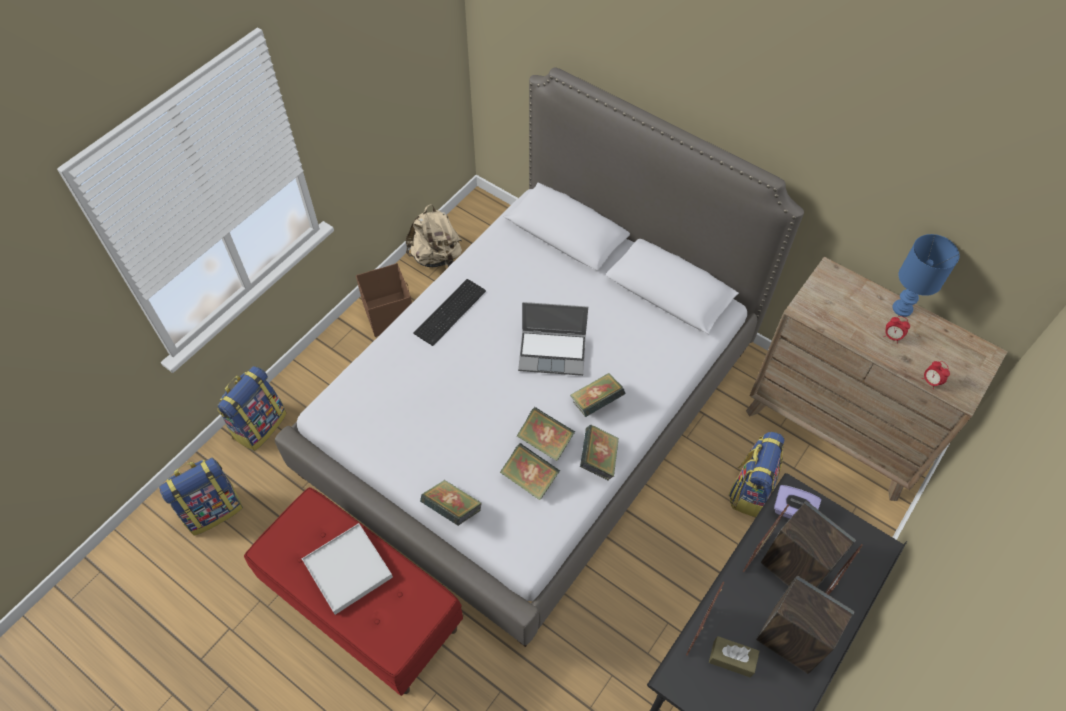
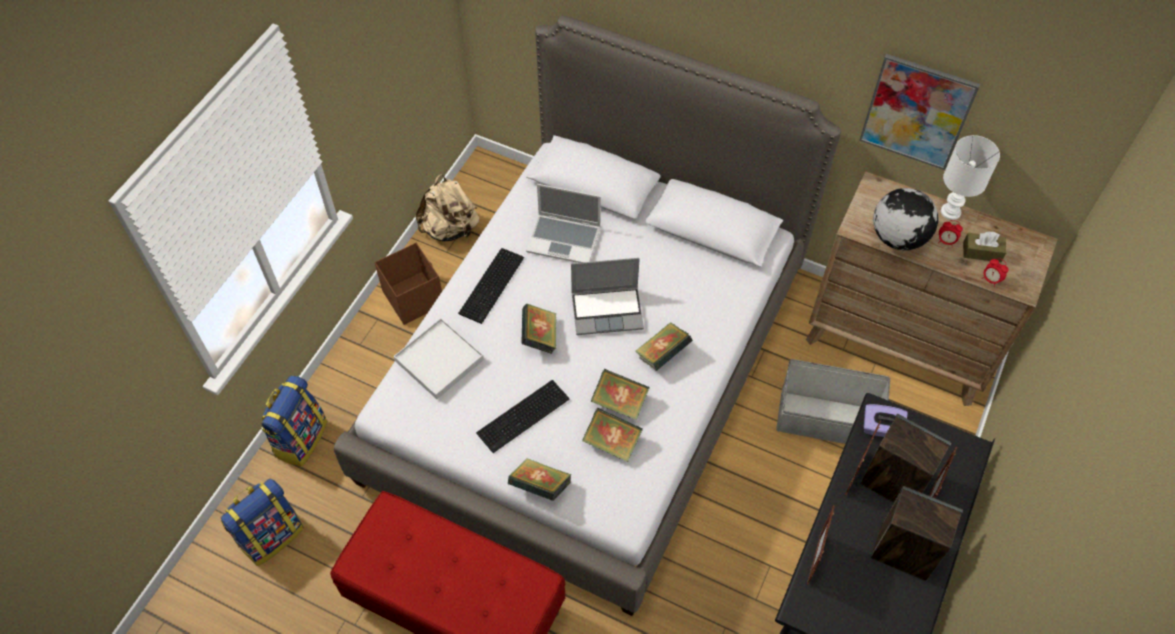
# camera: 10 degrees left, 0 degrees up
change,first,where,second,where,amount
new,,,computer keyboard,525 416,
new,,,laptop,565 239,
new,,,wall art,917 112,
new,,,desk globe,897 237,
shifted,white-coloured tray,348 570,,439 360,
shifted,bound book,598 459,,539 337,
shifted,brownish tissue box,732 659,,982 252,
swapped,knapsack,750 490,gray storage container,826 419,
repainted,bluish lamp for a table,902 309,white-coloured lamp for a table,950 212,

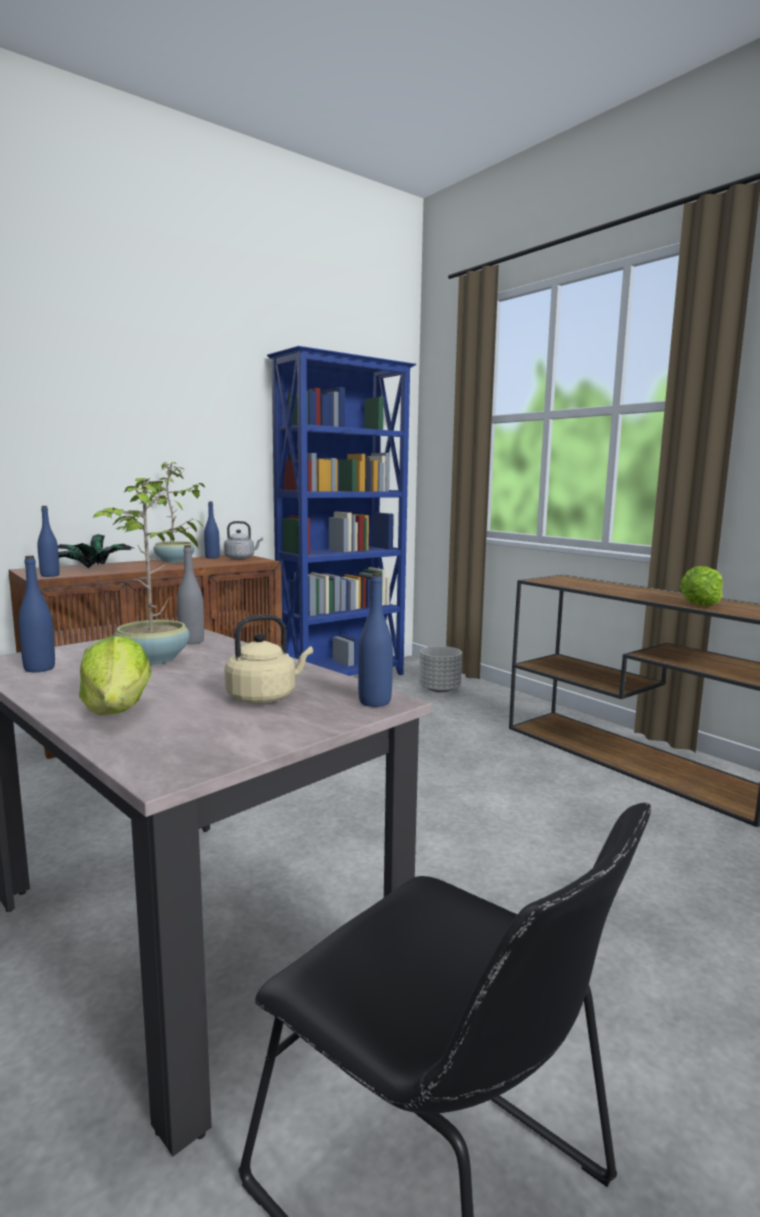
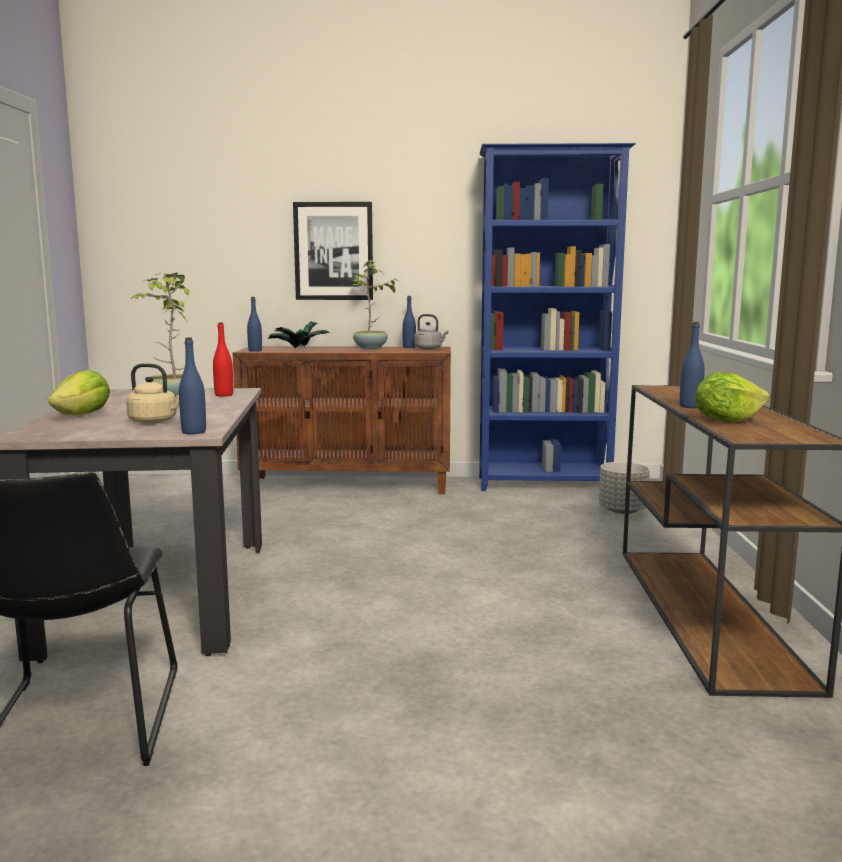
# camera: 40 degrees right, 0 degrees up
change,first,where,second,where,amount
new,,,wall art,333 251,
shifted,bluish beverage bottle,39 668,,690 406,
repainted,gray beverage bottle,191 641,red-coloured beverage bottle,224 395,

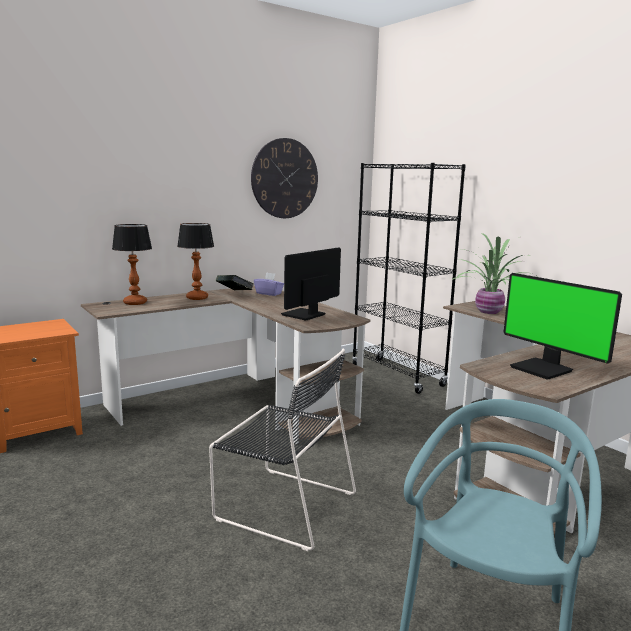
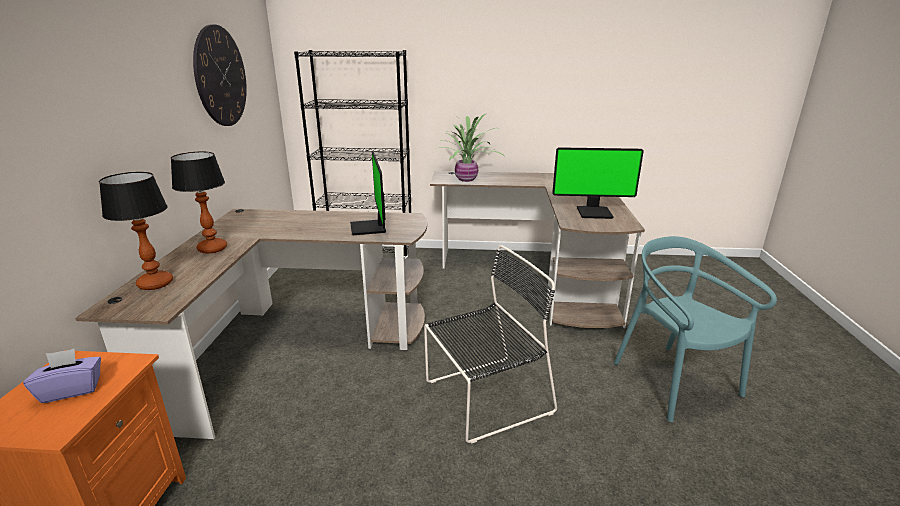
# camera: 50 degrees left, 10 degrees up
change,first,where,second,where,amount
gone,bound book,234 294,,,
shifted,purple tissue box,269 293,,72 390,

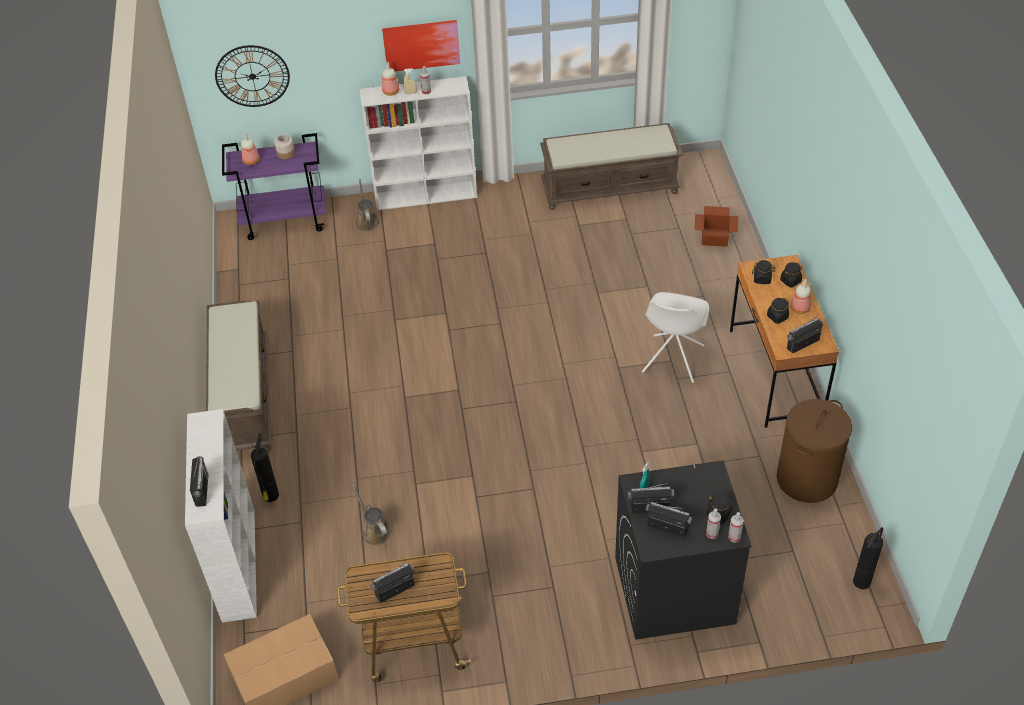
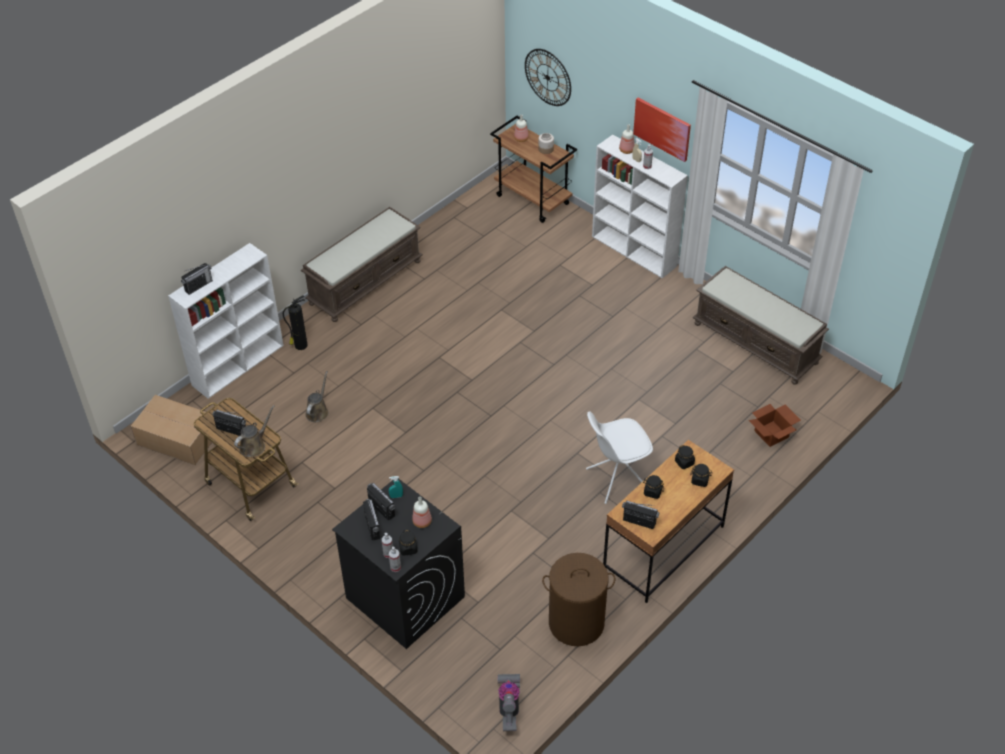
# camera: 50 degrees right, 0 degrees up
change,first,where,second,where,amount
shifted,brownish watering can,367 221,,254 445,
shifted,beverage bottle,799 308,,422 521,
swapped,extinguisher,862 581,vacuum,509 707,
repainted,purple trolley,285 220,brownish trolley,533 200,

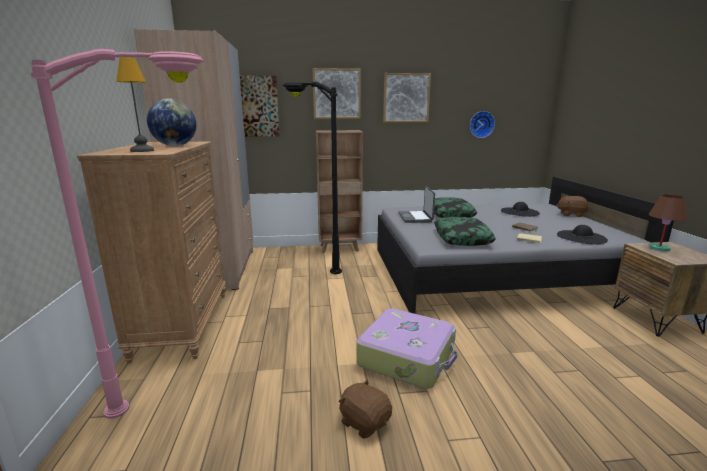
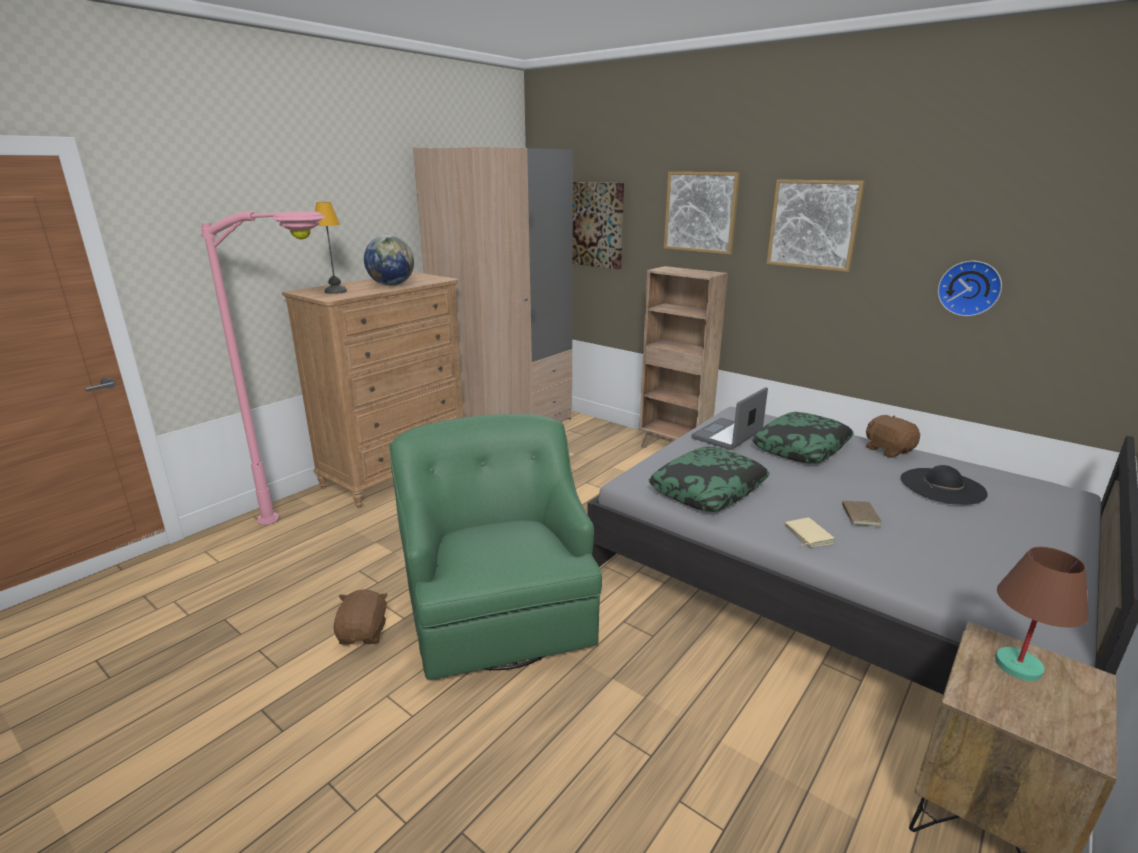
# camera: 45 degrees right, 5 degrees up
change,first,where,second,where,amount
gone,black-coloured standard lamp,311 262,,,
gone,black-coloured clothing hat,581 237,,,
shifted,brownish soft toy,571 214,,888 450,
swapped,suitcase,407 357,green-coloured armchair,498 607,

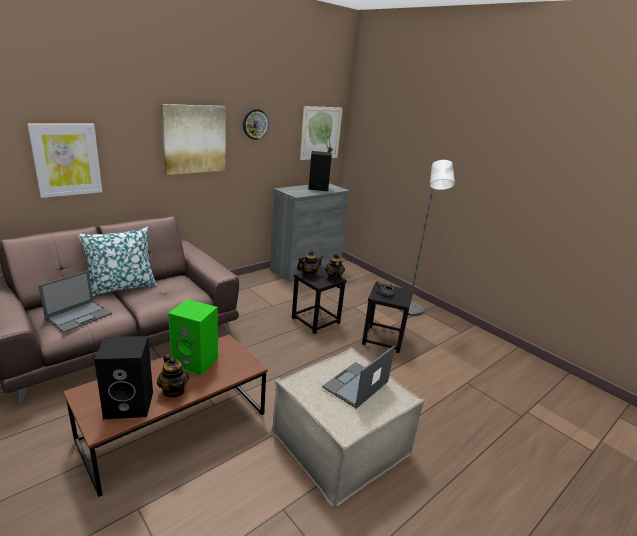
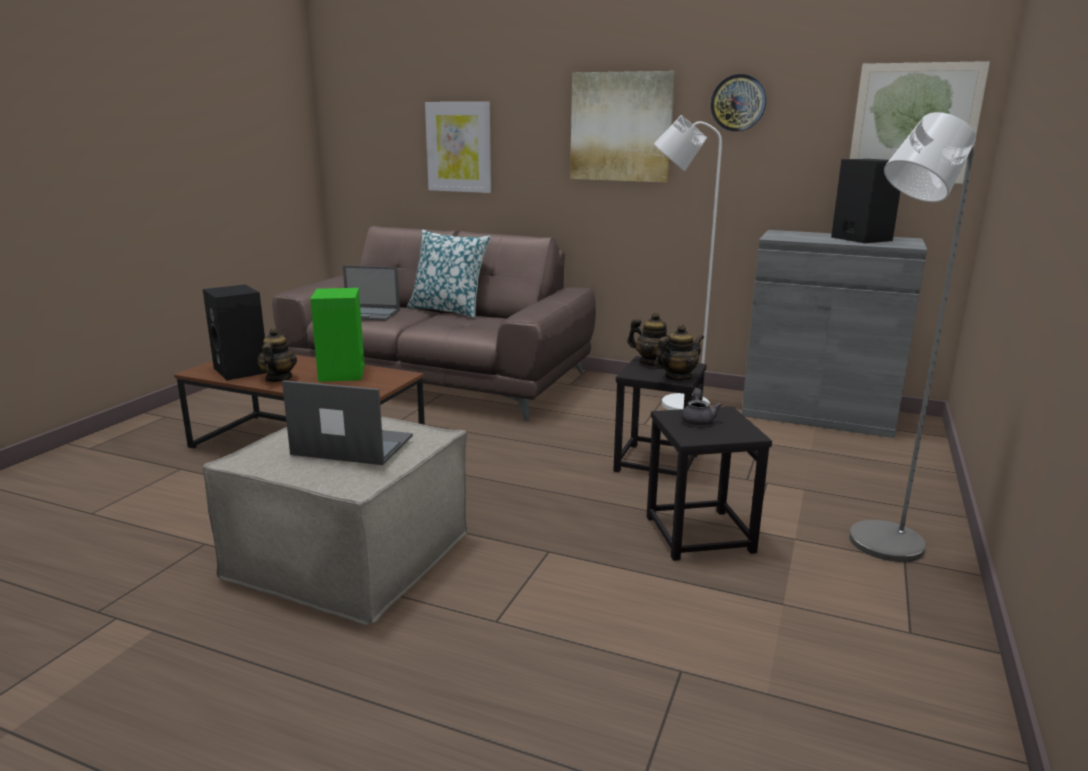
# camera: 65 degrees right, 5 degrees down
change,first,where,second,where,amount
new,,,white-coloured standard lamp,675 404,
rotated,pot for tea,174 391,,278 378,150 degrees clockwise

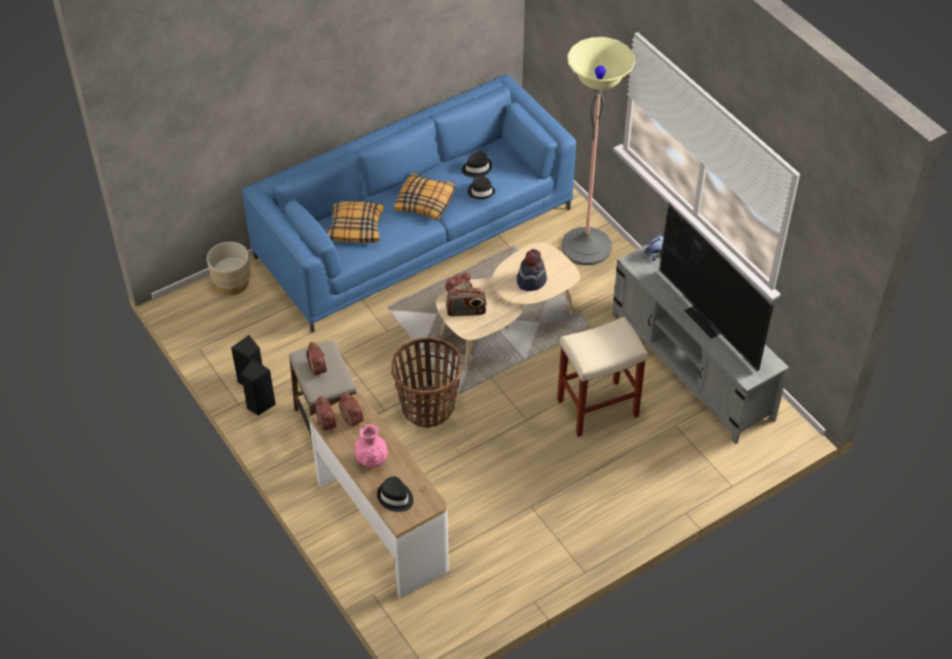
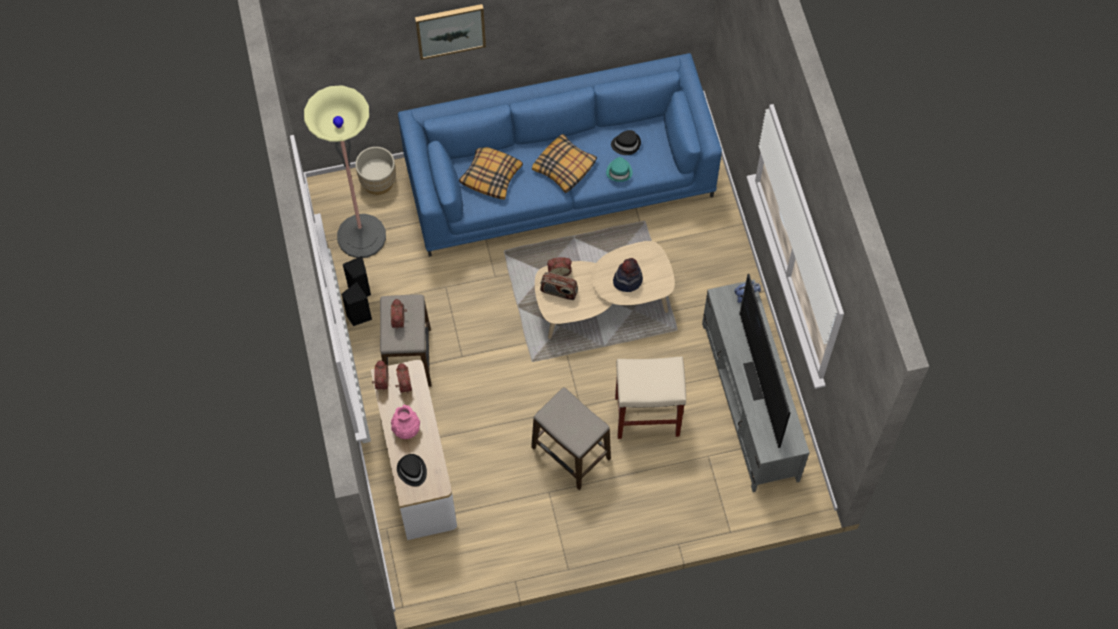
# camera: 20 degrees right, 15 degrees up
change,first,where,second,where,amount
gone,basket,428 407,,,
new,,,wall art,450 30,
new,,,stool seat,571 453,
shifted,standard lamp,586 247,,361 236,
repainted,black-coloured clothing hat,481 191,turquoise clothing hat,619 171,

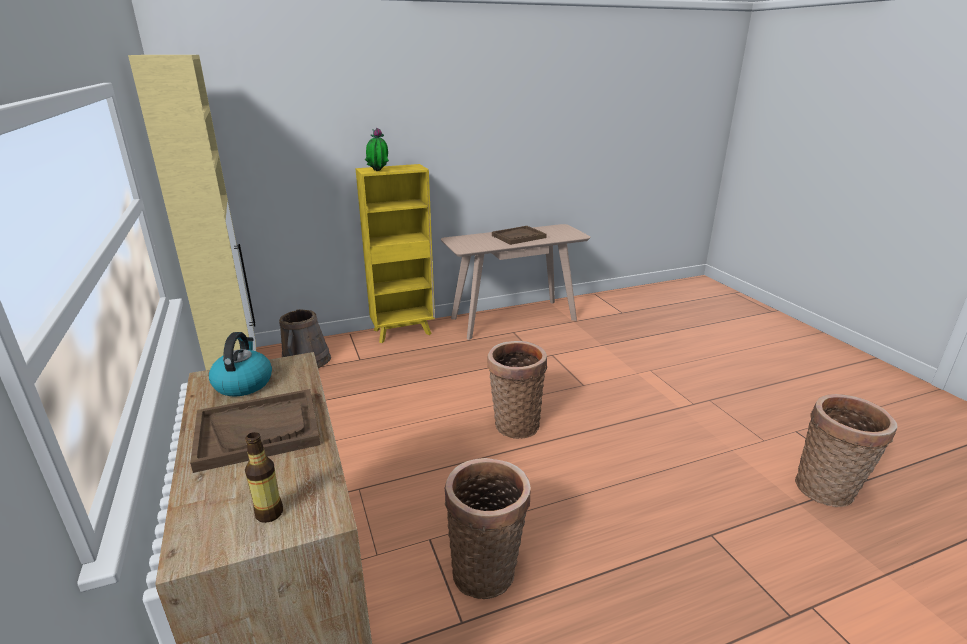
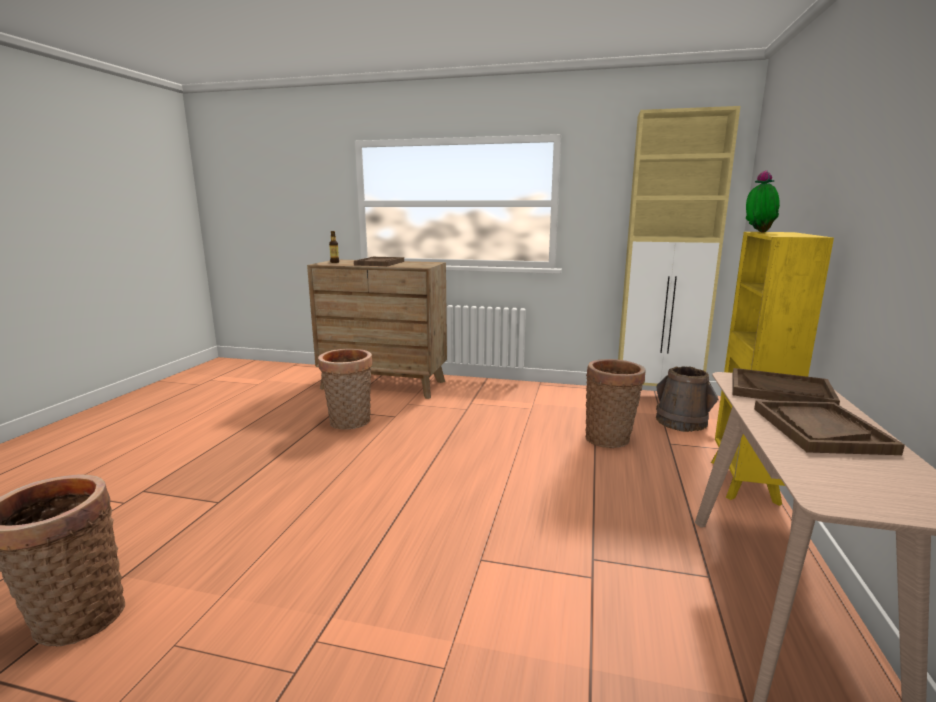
# camera: 125 degrees right, 10 degrees down
change,first,where,second,where,amount
gone,tea kettle,243 383,,,
new,,,brownish tray,780 391,
shifted,basket,515 423,,610 439,

